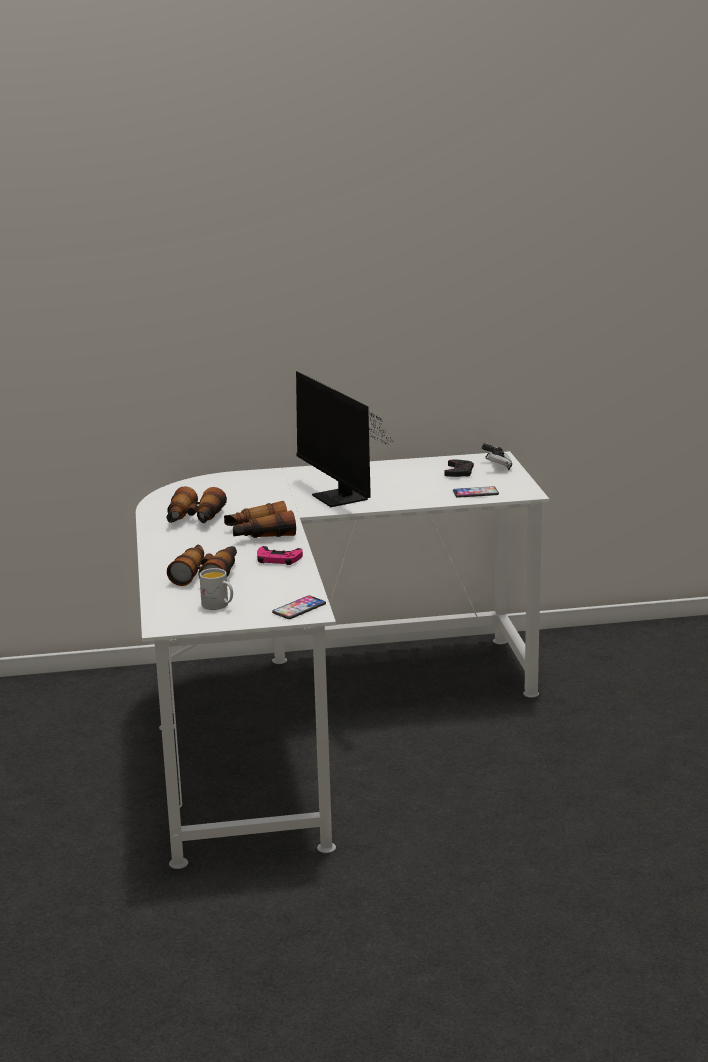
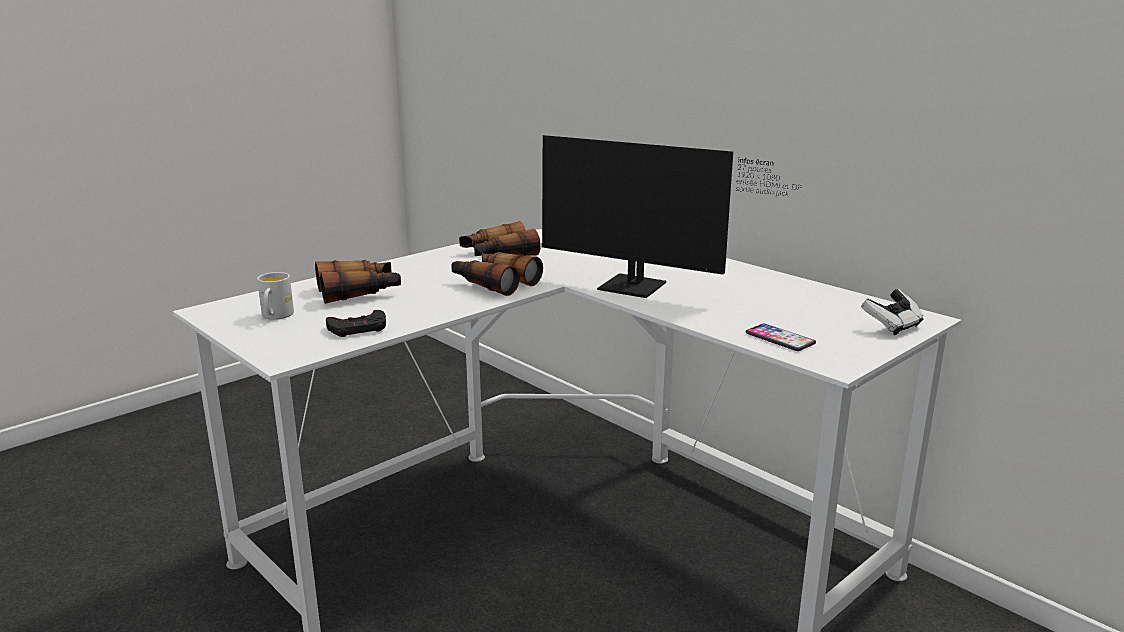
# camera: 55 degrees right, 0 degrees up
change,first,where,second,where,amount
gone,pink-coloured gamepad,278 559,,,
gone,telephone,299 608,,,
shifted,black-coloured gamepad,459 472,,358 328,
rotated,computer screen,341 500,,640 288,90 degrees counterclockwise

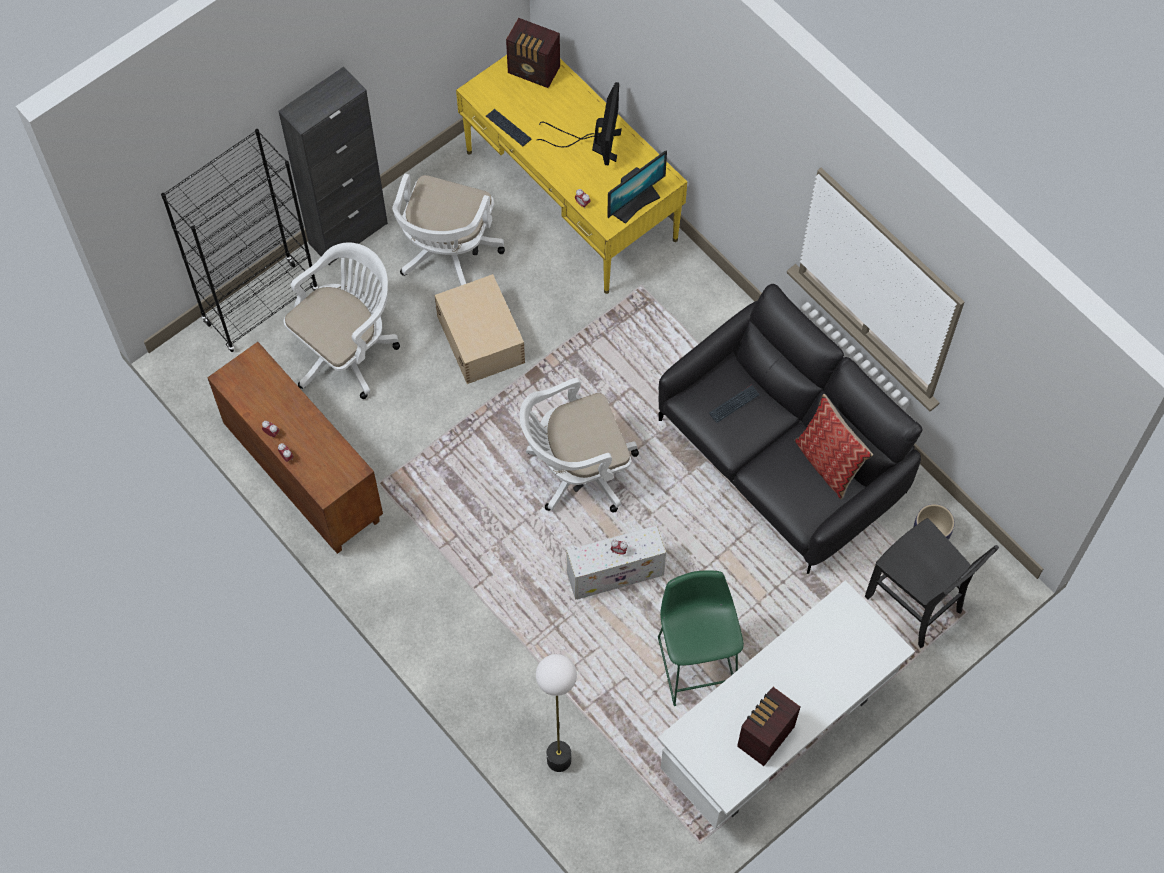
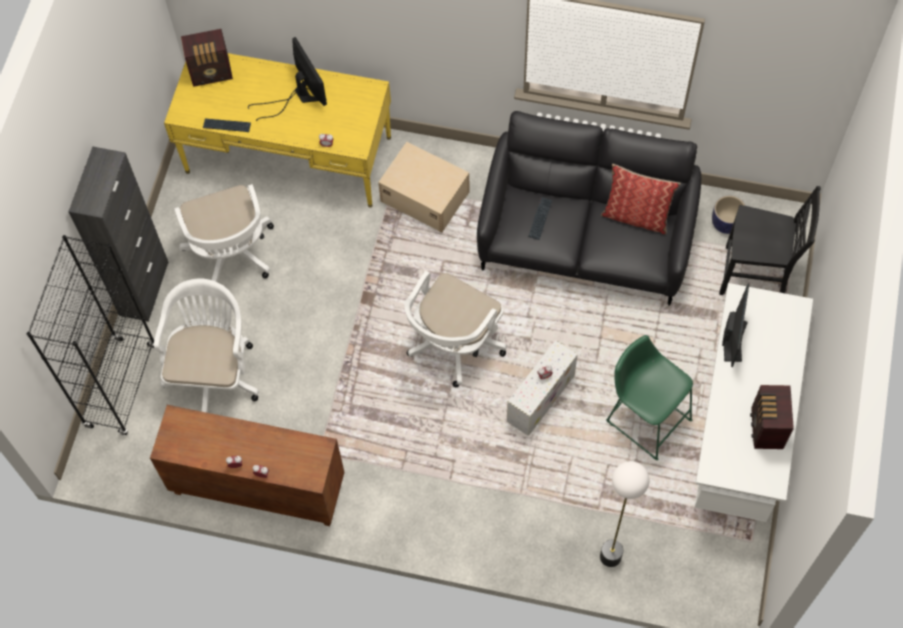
# camera: 35 degrees left, 0 degrees up
change,first,where,second,where,amount
shifted,beige storage container,481 338,,424 196,
shifted,computer screen,635 203,,733 340,

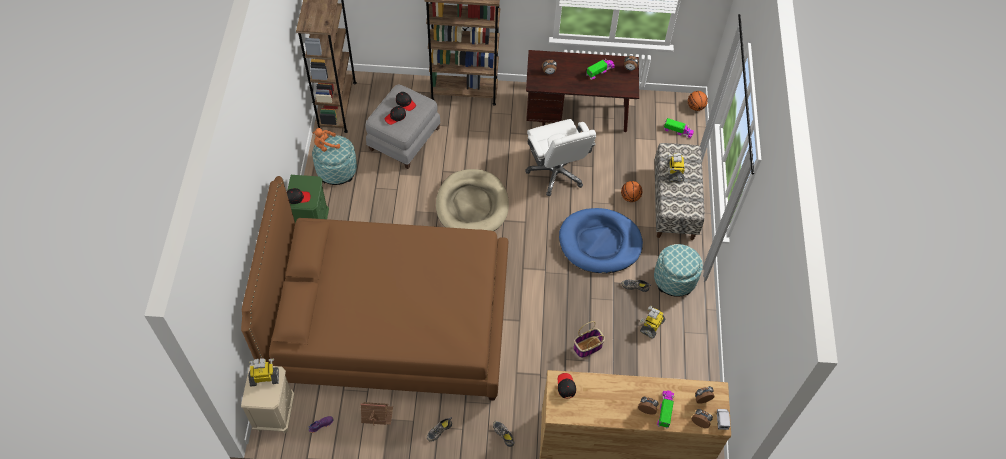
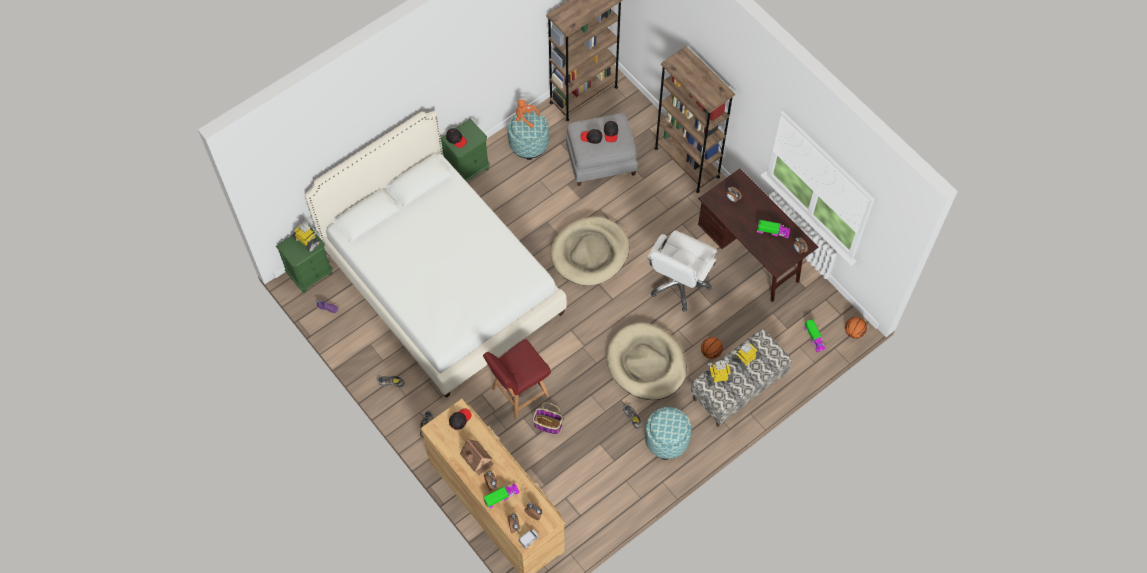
# camera: 50 degrees right, 5 degrees up
change,first,where,second,where,amount
new,,,red-coloured plain chair,519 393,
shifted,model house,377 414,,477 458,
shifted,toy robot,651 325,,718 377,
repainted,brownish bed,390 320,white-coloured bed,443 281,
repainted,beige bedside table,275 413,green-coloured bedside table,310 274,
repainted,bluish dog bed,600 243,beige dog bed,646 363,

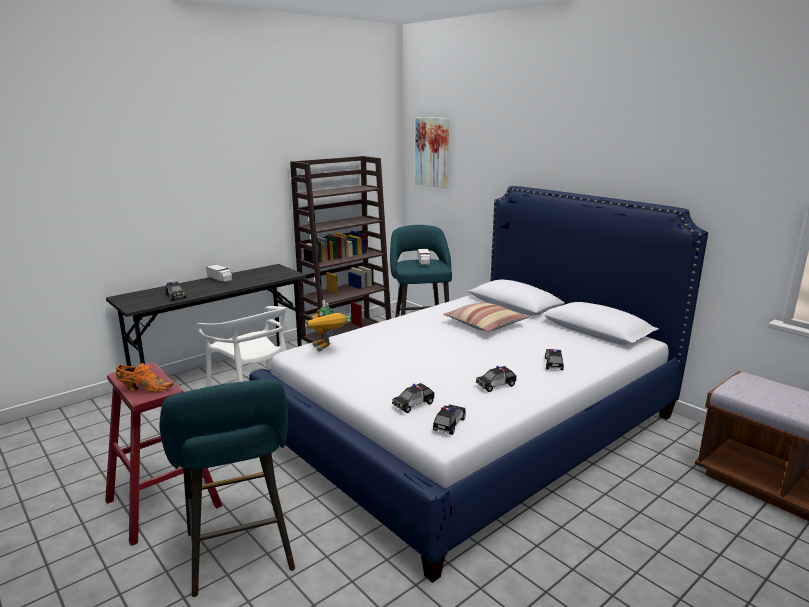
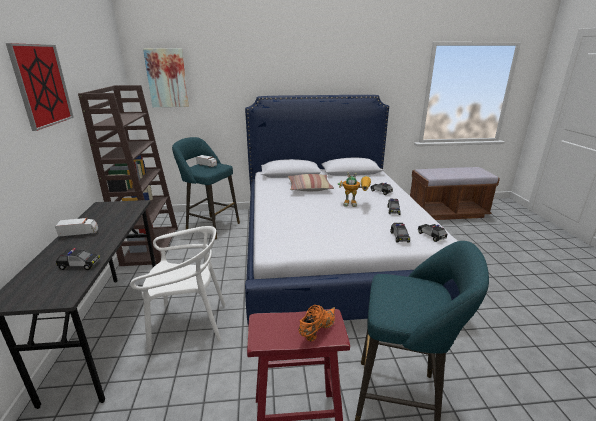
# camera: 55 degrees left, 5 degrees up
change,first,where,second,where,amount
new,,,wall art,42 85,
shifted,toy robot,328 349,,355 204,

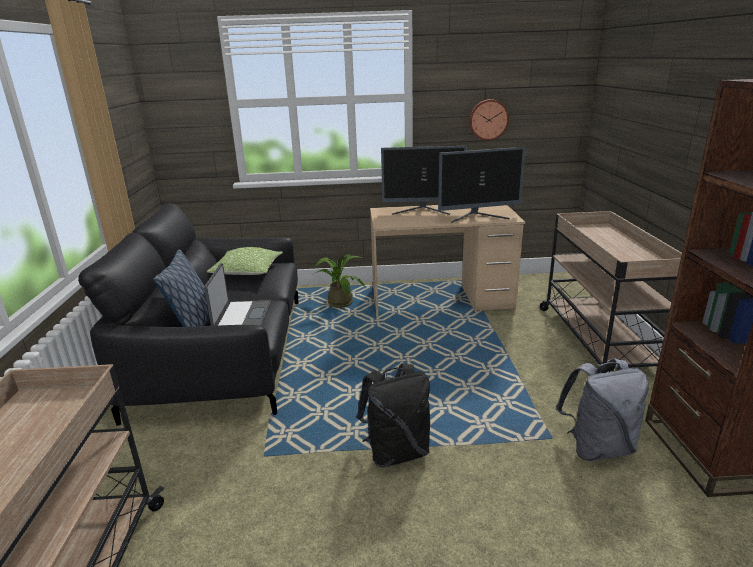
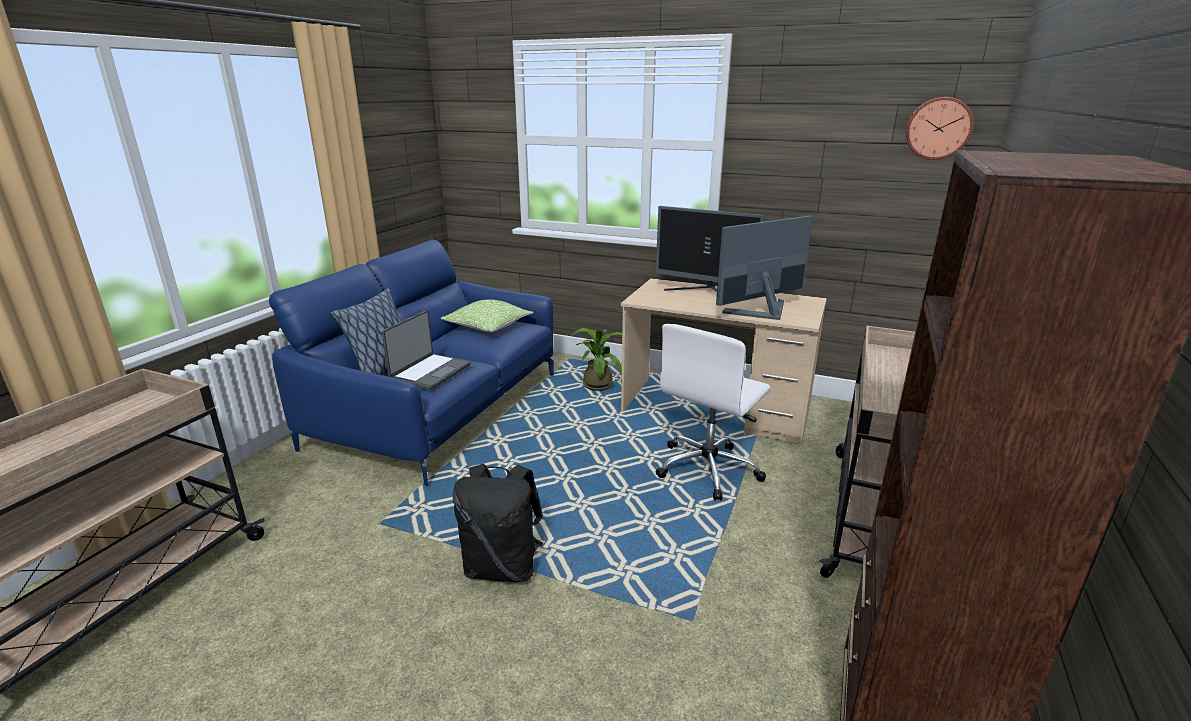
# camera: 25 degrees right, 0 degrees up
change,first,where,second,where,amount
gone,gray knapsack,597 447,,,
new,,,white-coloured desk chair,708 469,
shifted,hanging clock,488 119,,938 128,
repainted,black-coloured settee,224 353,bluish settee,439 409,
rotated,computer screen,478 217,,762 312,135 degrees clockwise

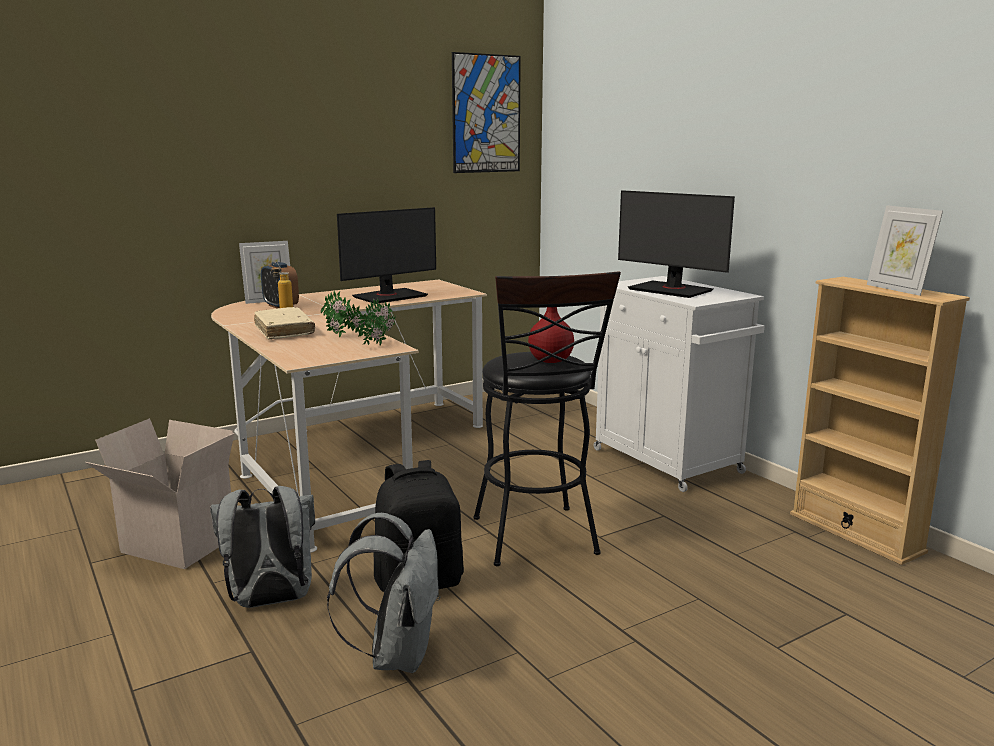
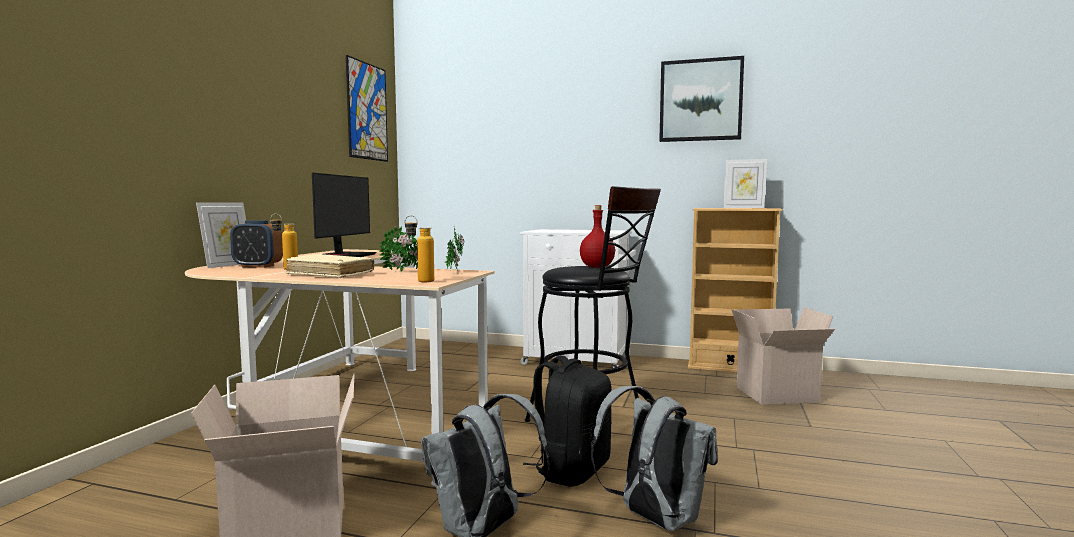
# camera: 40 degrees left, 10 degrees down
change,first,where,second,where,amount
gone,computer screen,671 290,,,
new,,,beverage bottle,419 281,
new,,,wall art,700 100,
new,,,packing box,776 395,

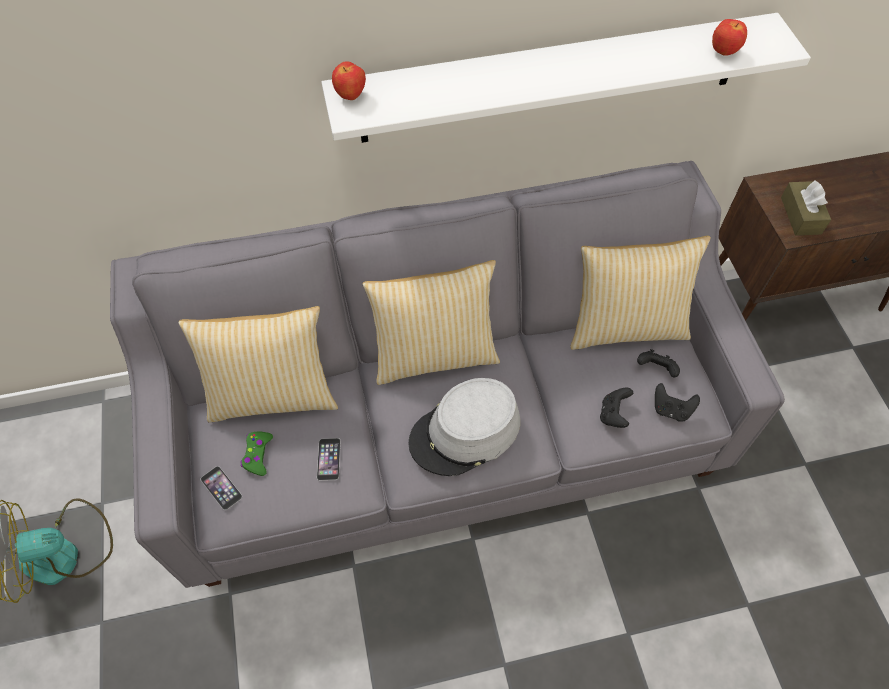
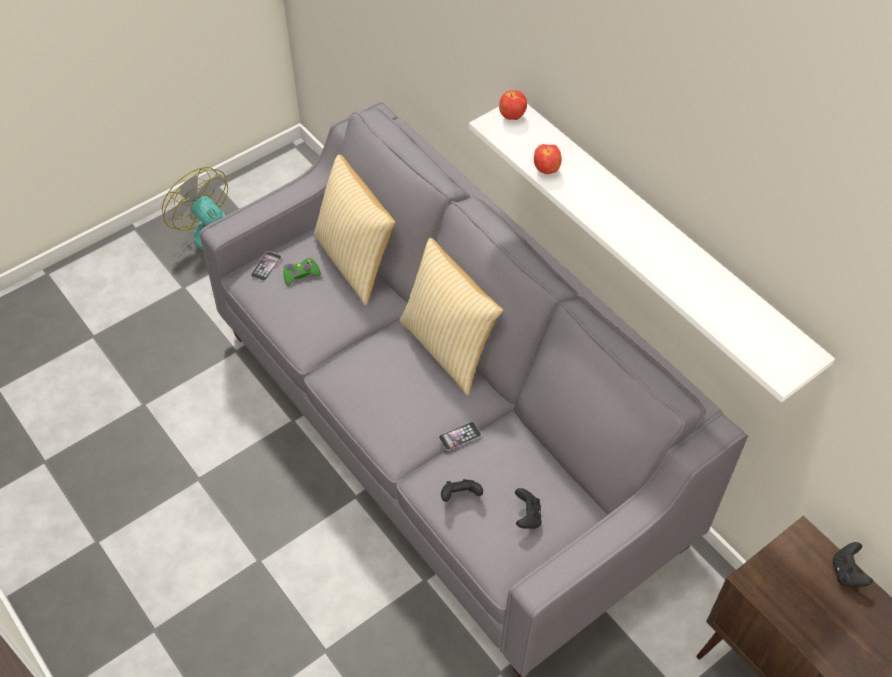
# camera: 65 degrees right, 5 degrees down
change,first,where,second,where,amount
gone,gray clothing hat,465 432,,,
gone,pillow,625 326,,,
gone,brownish tissue box,800 215,,,
shifted,telephone,328 459,,460 436,
shifted,black-coloured gamepad,671 409,,847 572,
shifted,apple fruit,724 52,,546 170,

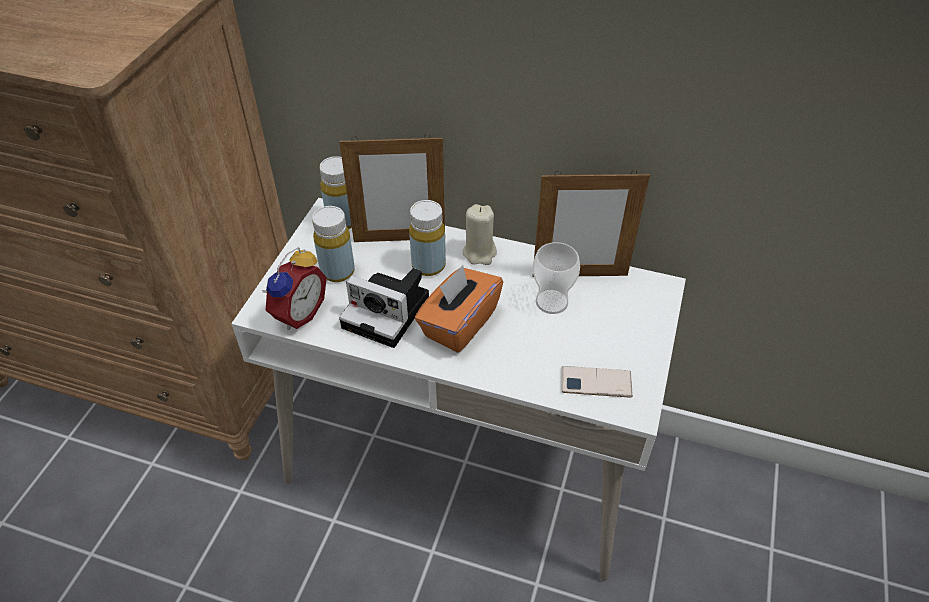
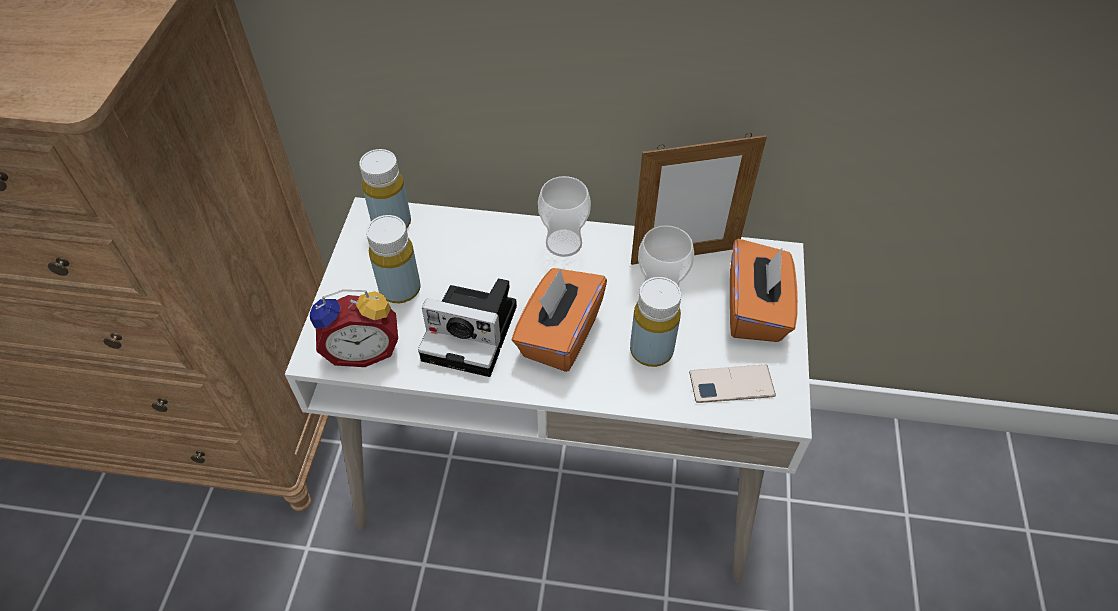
# camera: 10 degrees left, 5 degrees up
change,first,where,second,where,amount
gone,picture frame,399 239,,,
new,,,orange-coloured tissue box,755 310,
shifted,yellowish beverage bottle,428 265,,651 350,
swapped,beige wax light,479 253,drinking cup,563 243,
rotated,alarm clock,297 313,,363 349,60 degrees clockwise

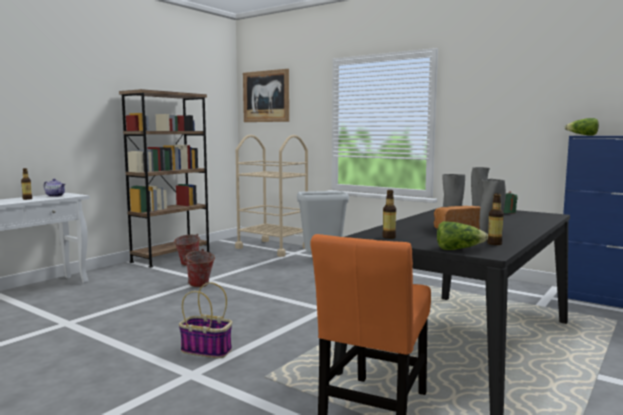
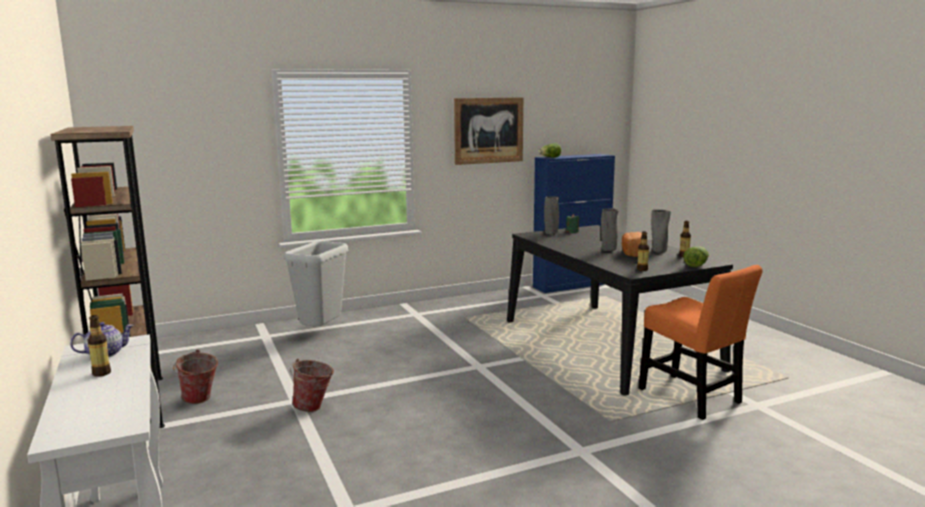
# camera: 60 degrees left, 5 degrees up
change,first,where,second,where,amount
gone,basket,207 350,,,
gone,beige trolley,273 248,,,
shifted,wall art,266 96,,488 130,

